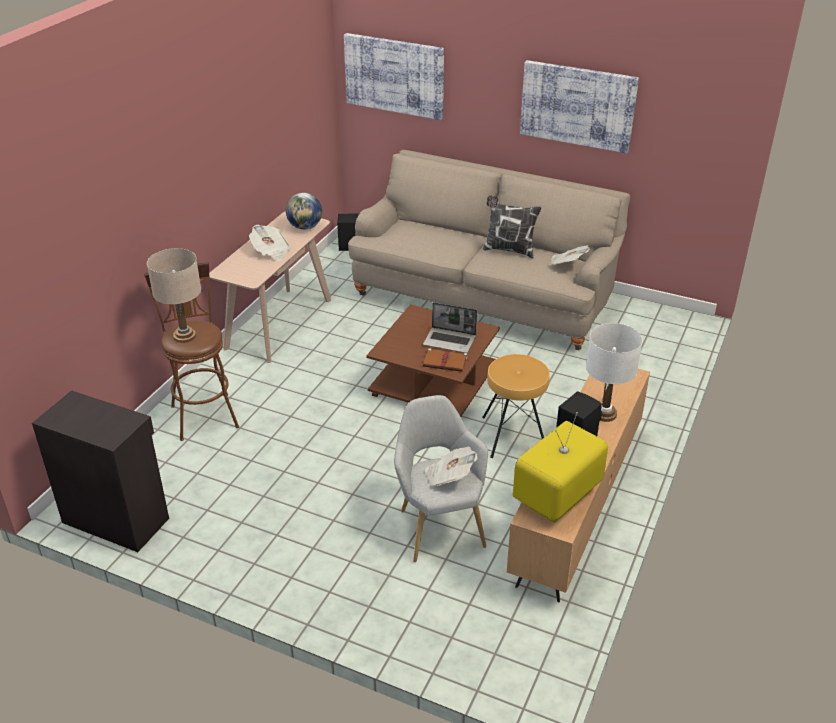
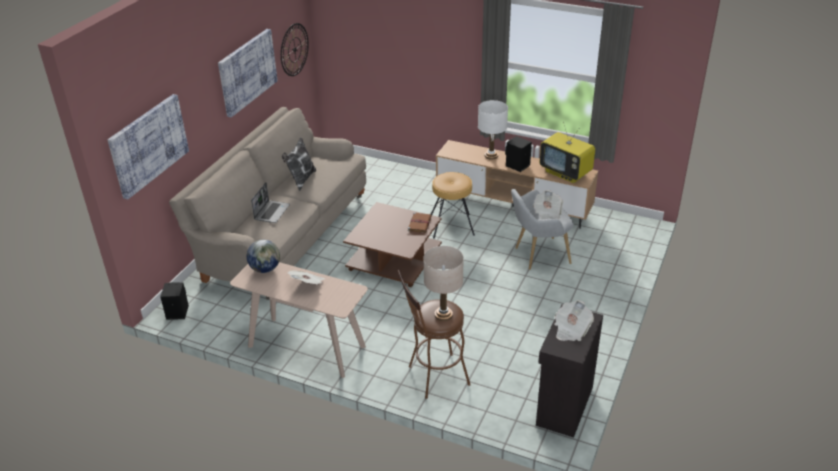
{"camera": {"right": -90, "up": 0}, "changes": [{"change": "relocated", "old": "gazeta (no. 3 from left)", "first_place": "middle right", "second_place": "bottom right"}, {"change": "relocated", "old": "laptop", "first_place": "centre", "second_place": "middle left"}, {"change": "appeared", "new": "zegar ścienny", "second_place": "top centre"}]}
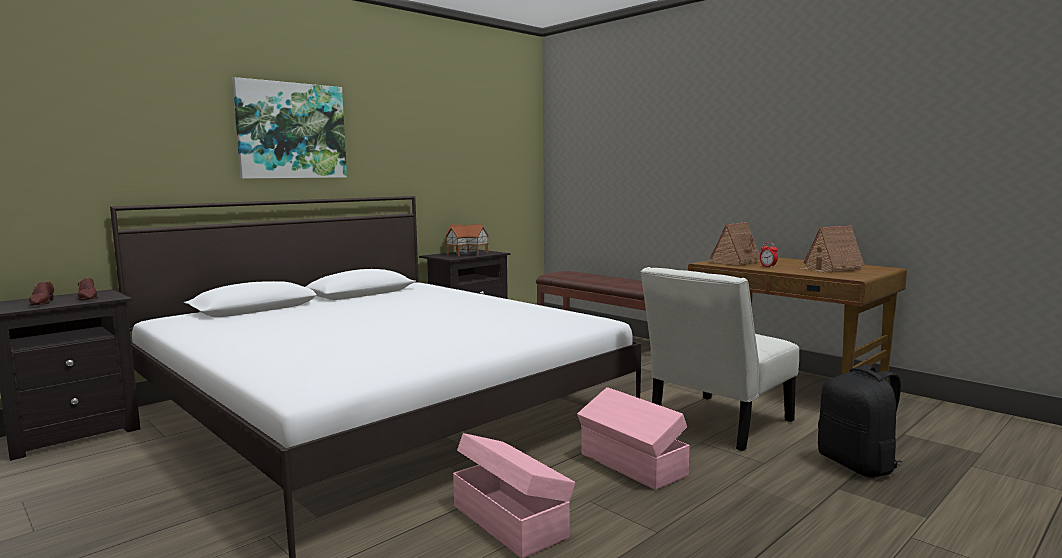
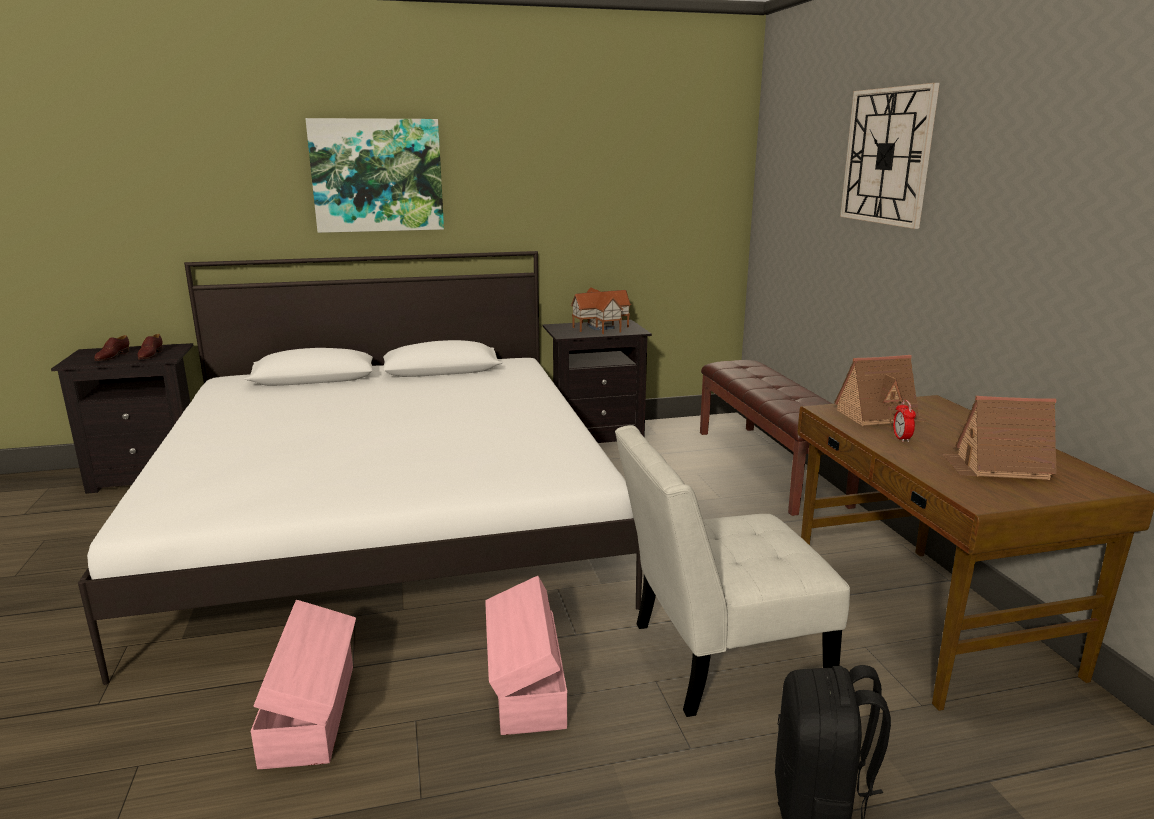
{"camera": {"right": 30, "up": 10}, "changes": [{"change": "appeared", "new": "zegar ścienny", "second_place": "top right"}]}
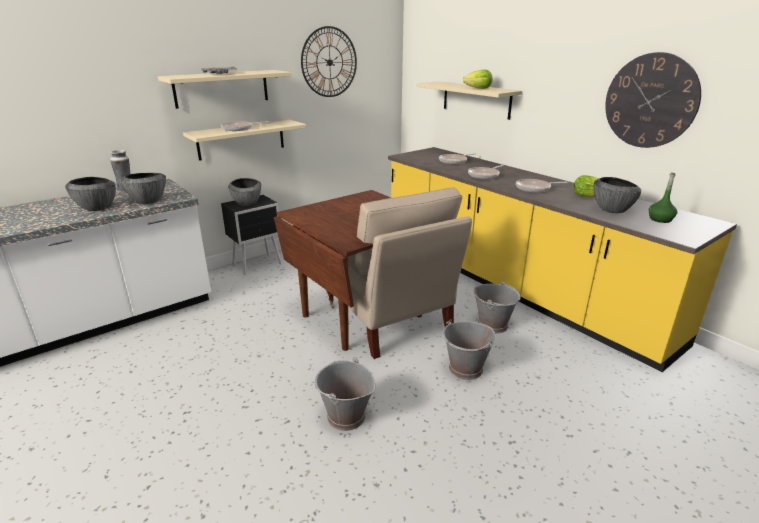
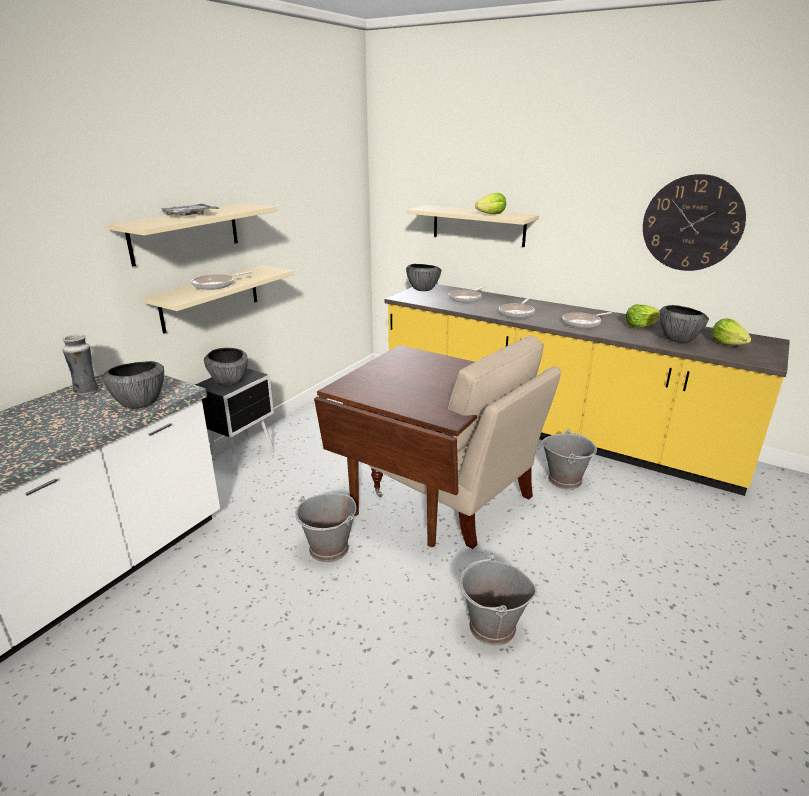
{"camera": {"right": -20, "up": 0}, "changes": [{"change": "missing", "old": "zegar ścienny (no. 1 from left)", "first_place": "top centre"}, {"change": "exchanged", "old": "butelka (zielony)", "new": "sałata (no. 3 from left)", "first_place": "middle right", "second_place": "middle right"}, {"change": "relocated", "old": "miska (no. 1 from left in the first image)", "new": "miska (no. 3 from left)", "first_place": "middle left", "second_place": "centre"}, {"change": "relocated", "old": "wiadro (szary) (no. 2 from left in the first image)", "new": "wiadro (szary) (no. 1 from left)", "first_place": "bottom centre", "second_place": "centre"}]}
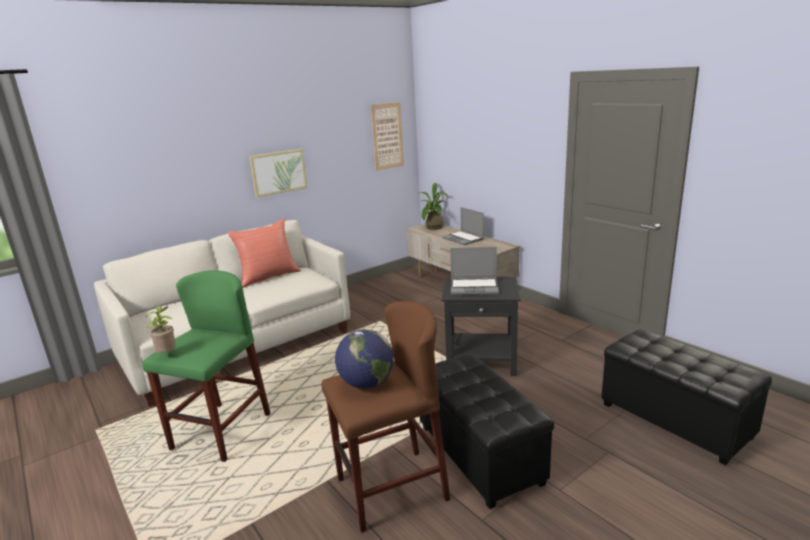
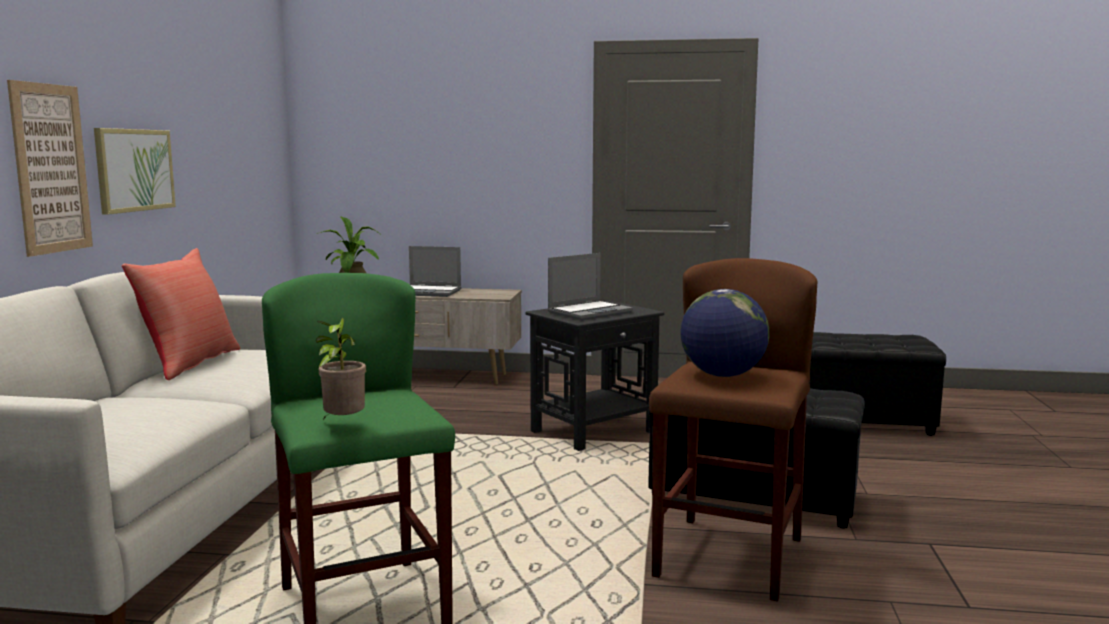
{"camera": {"right": -45, "up": -10}, "changes": [{"change": "relocated", "old": "obraz (no. 2 from left in the first image)", "new": "obraz (no. 1 from left)", "first_place": "top centre", "second_place": "top left"}]}
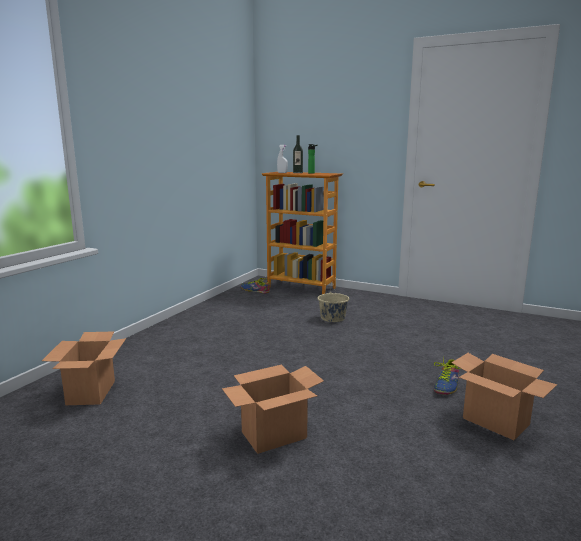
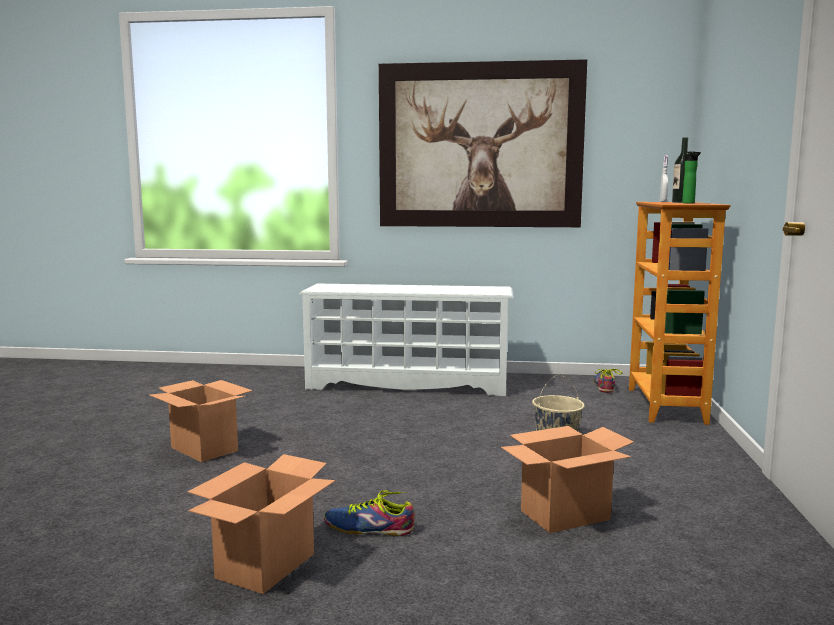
{"camera": {"right": 70, "up": -5}, "changes": [{"change": "relocated", "old": "karton (no. 1 from left in the first image)", "new": "karton (no. 3 from left)", "first_place": "bottom left", "second_place": "bottom right"}, {"change": "appeared", "new": "obraz", "second_place": "top centre"}, {"change": "appeared", "new": "regał na buty (biały)", "second_place": "centre"}]}
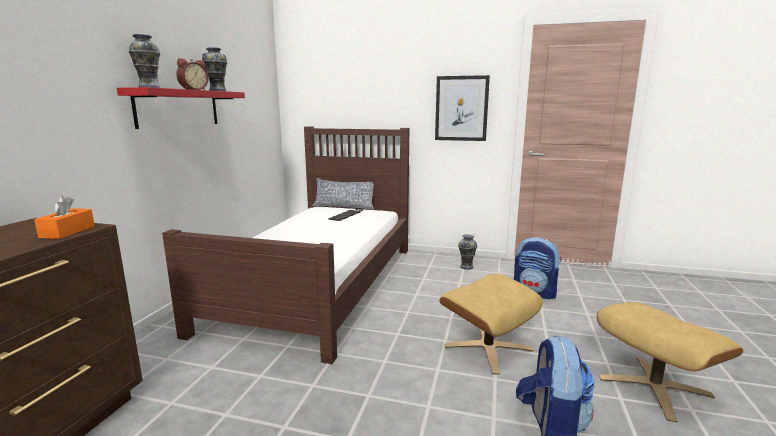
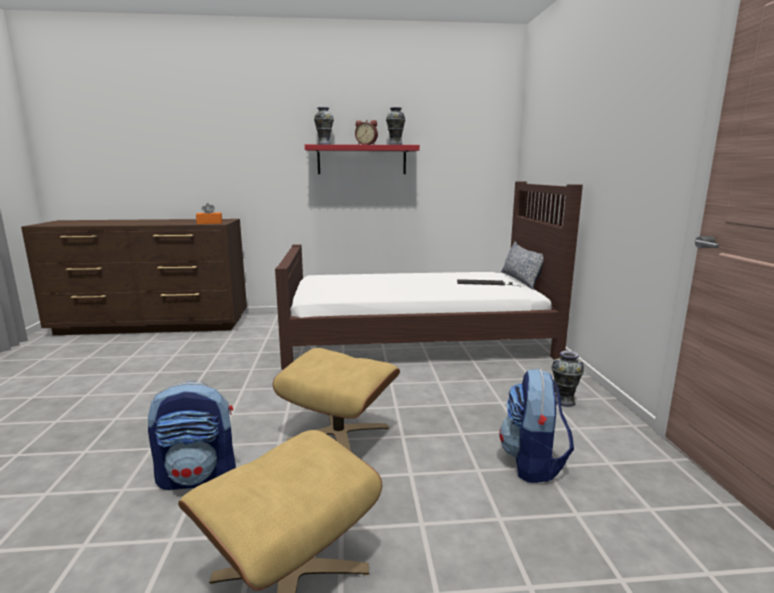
{"camera": {"right": 70, "up": 0}, "changes": [{"change": "missing", "old": "obraz", "first_place": "top centre"}]}
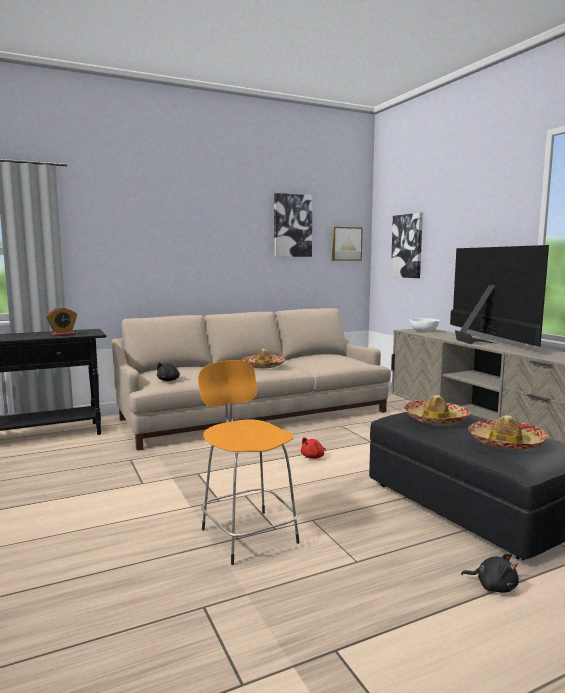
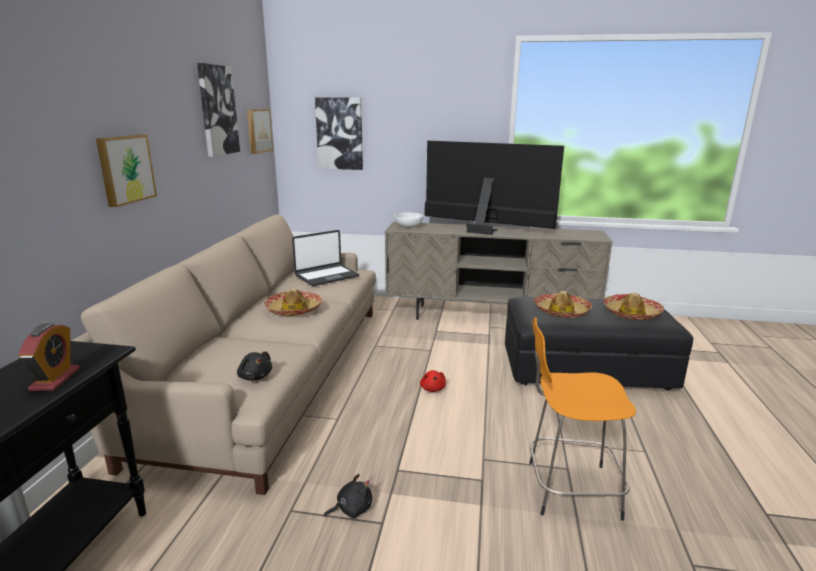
{"camera": {"right": -55, "up": 10}, "changes": [{"change": "relocated", "old": "pluszak (czarny) (no. 2 from left)", "first_place": "bottom right", "second_place": "bottom centre"}, {"change": "appeared", "new": "obraz (no. 1 from left)", "second_place": "top left"}, {"change": "appeared", "new": "laptop", "second_place": "centre"}]}
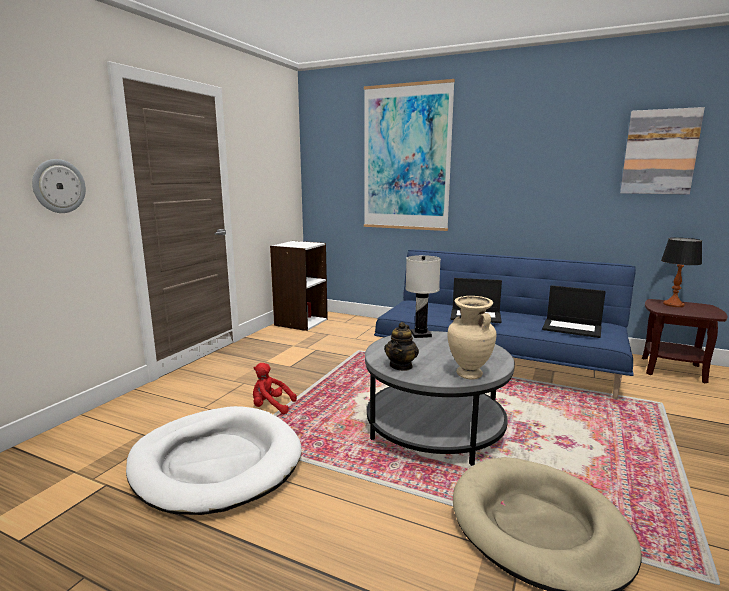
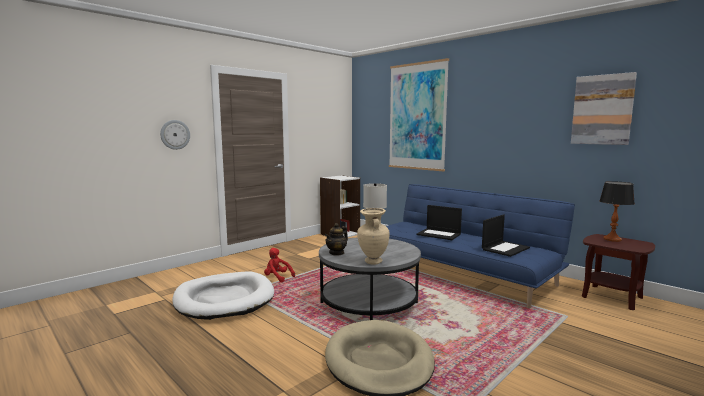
{"camera": {"right": 20, "up": -5}, "changes": [{"change": "spun", "old": "laptop (no. 2 from left)", "first_place": "middle right", "second_place": "middle right", "degrees": -90}]}
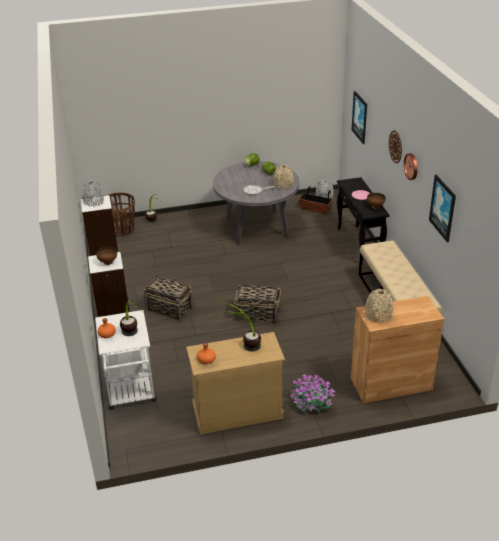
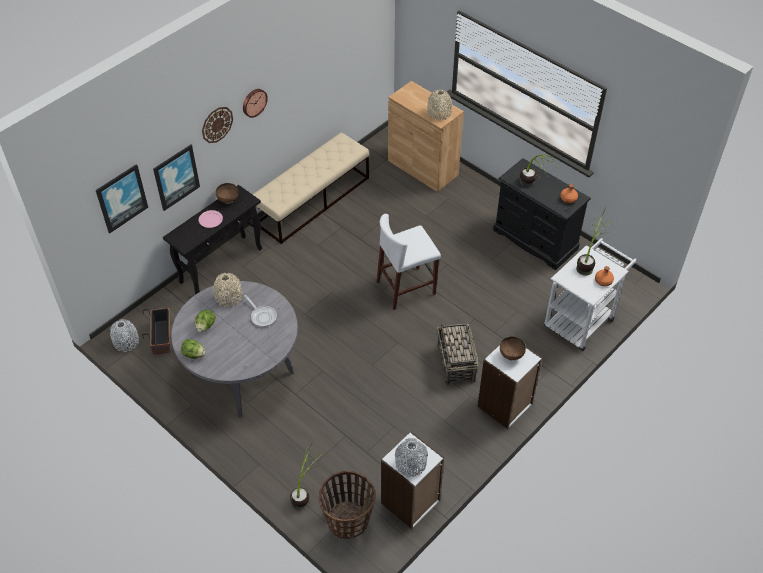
{"camera": {"right": -125, "up": 15}, "changes": [{"change": "relocated", "old": "obraz (no. 2 from left)", "first_place": "middle right", "second_place": "top left"}, {"change": "exchanged", "old": "koszyk (no. 3 from left)", "new": "stołek (biały)", "first_place": "centre", "second_place": "centre"}, {"change": "colour", "old": "komoda (beżowy)", "new": "komoda (czarny)", "first_place": "bottom centre", "second_place": "middle right"}, {"change": "missing", "old": "roślina doniczkowa (no. 4 from left)", "first_place": "bottom centre"}]}
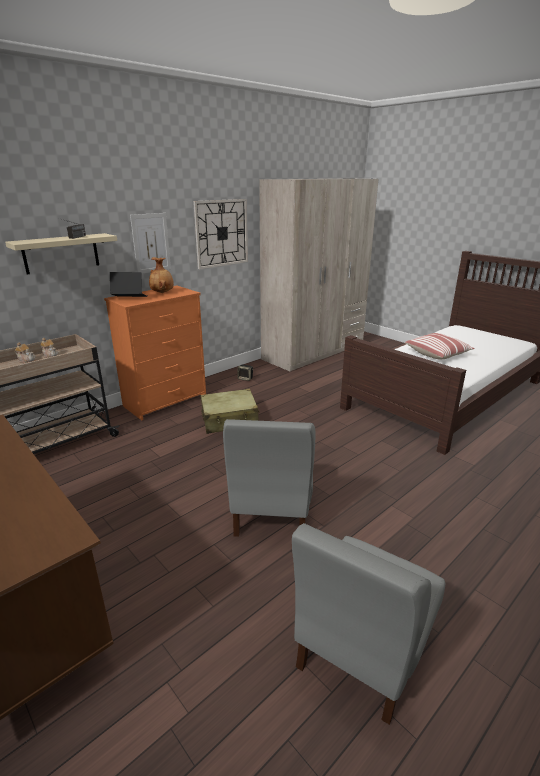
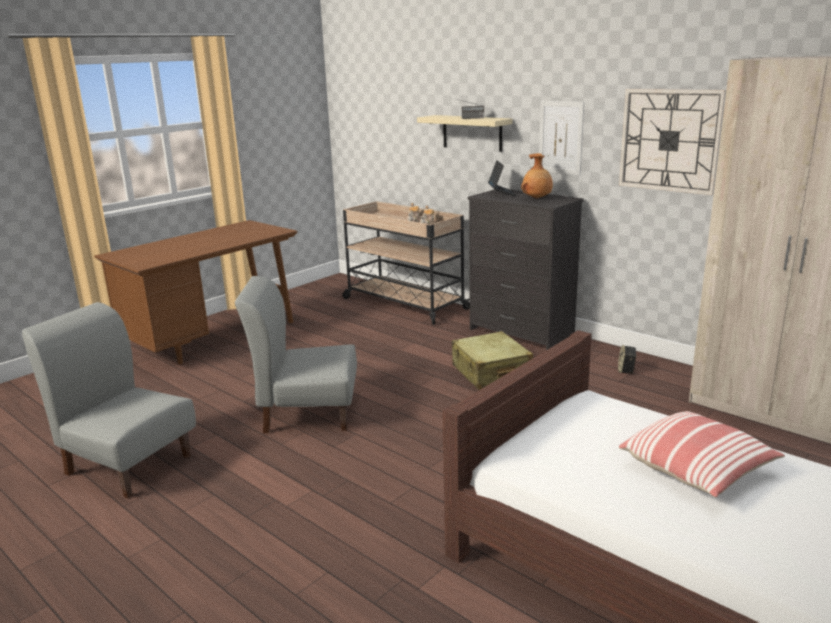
{"camera": {"right": 85, "up": -5}, "changes": [{"change": "colour", "old": "komoda (pomarańczowy)", "new": "komoda (czarny)", "first_place": "middle left", "second_place": "centre"}]}
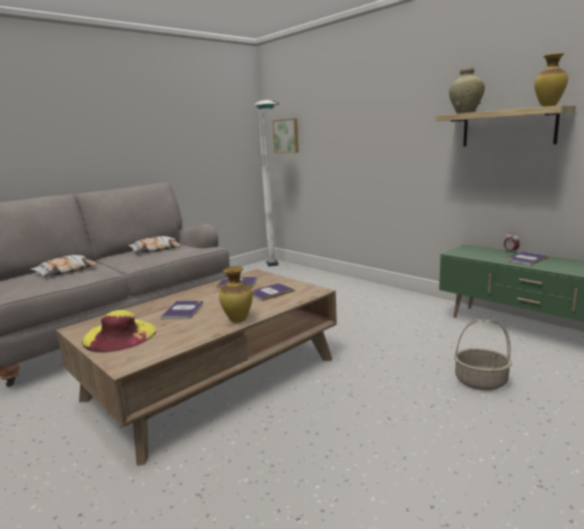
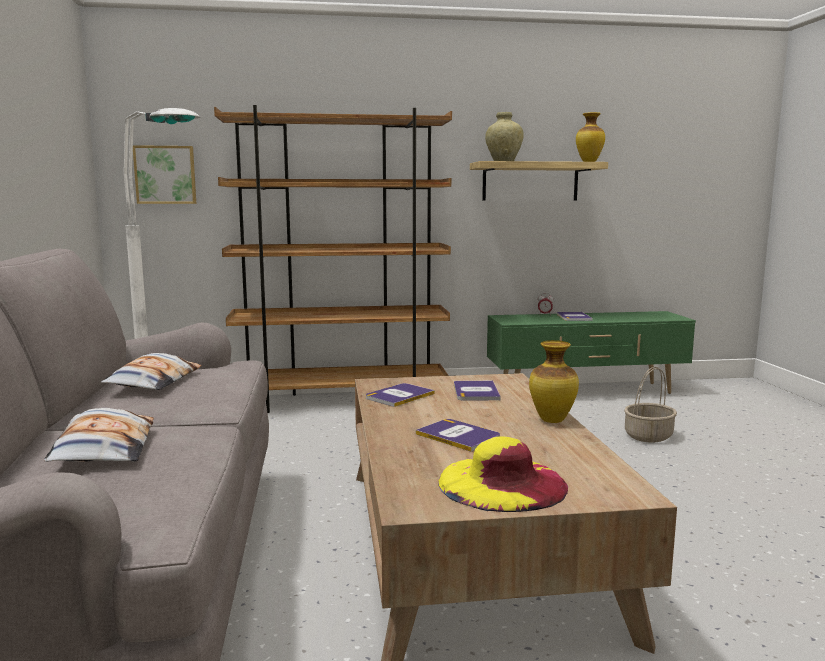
{"camera": {"right": -55, "up": -5}, "changes": [{"change": "appeared", "new": "regał (brązowy)", "second_place": "centre"}]}
